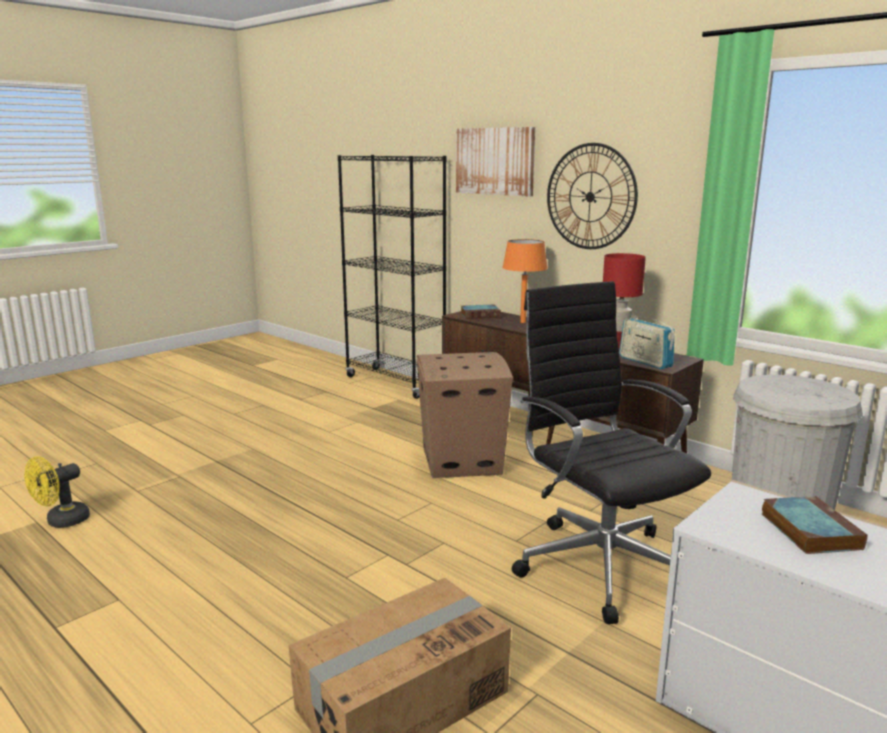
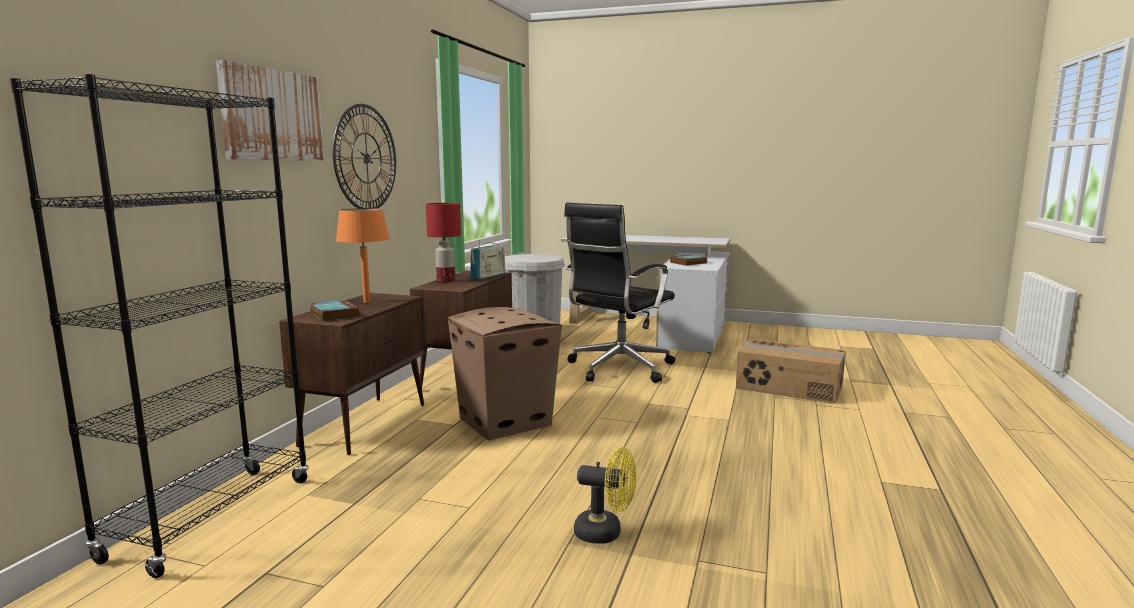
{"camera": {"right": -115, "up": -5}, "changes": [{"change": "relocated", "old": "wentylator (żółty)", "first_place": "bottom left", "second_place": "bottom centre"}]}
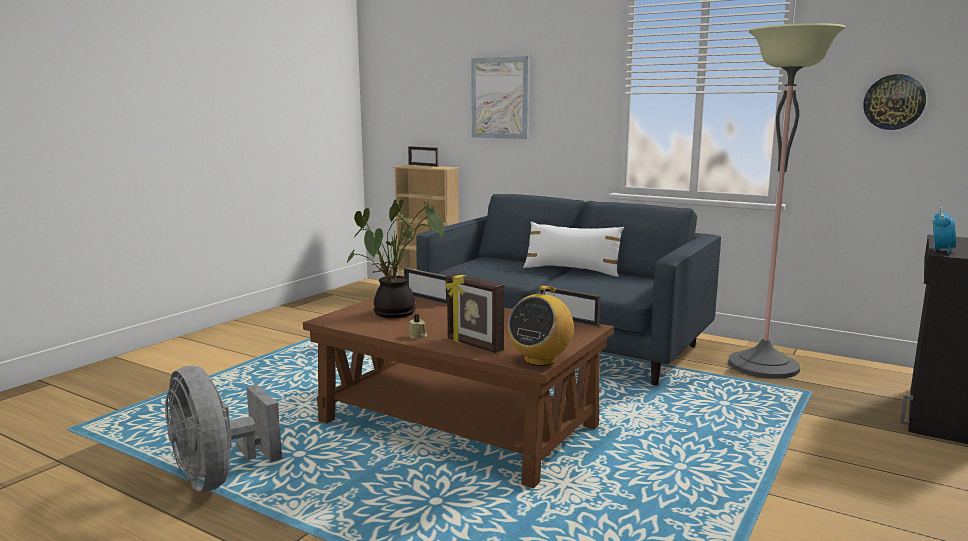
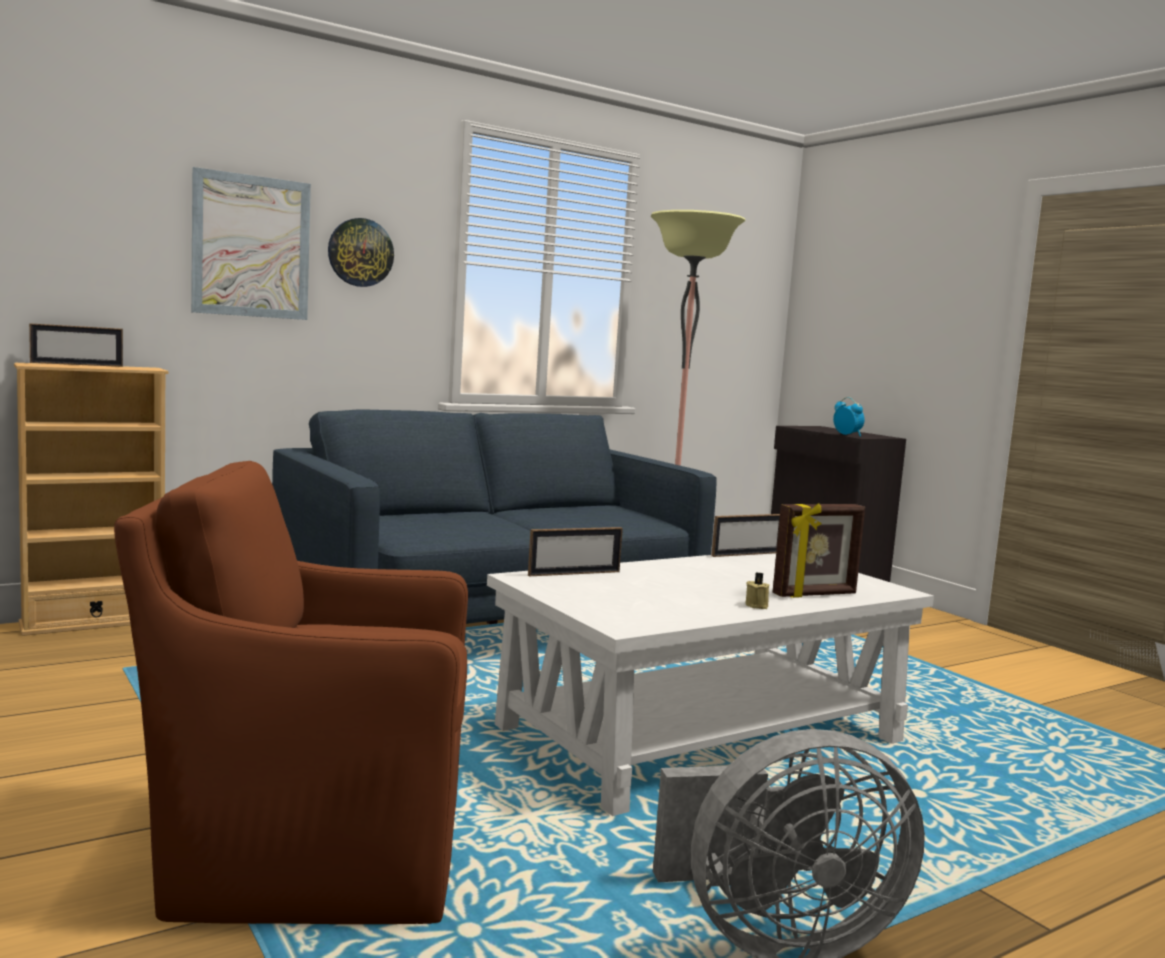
{"camera": {"right": -65, "up": -5}, "changes": [{"change": "relocated", "old": "zegar ścienny", "first_place": "top right", "second_place": "top left"}, {"change": "missing", "old": "roślina doniczkowa", "first_place": "centre"}, {"change": "missing", "old": "poduszka (biały)", "first_place": "centre"}, {"change": "missing", "old": "radio", "first_place": "centre"}, {"change": "colour", "old": "ława (brązowy)", "new": "ława (biały)", "first_place": "bottom centre", "second_place": "bottom centre"}, {"change": "appeared", "new": "fotel (brązowy)", "second_place": "bottom left"}]}
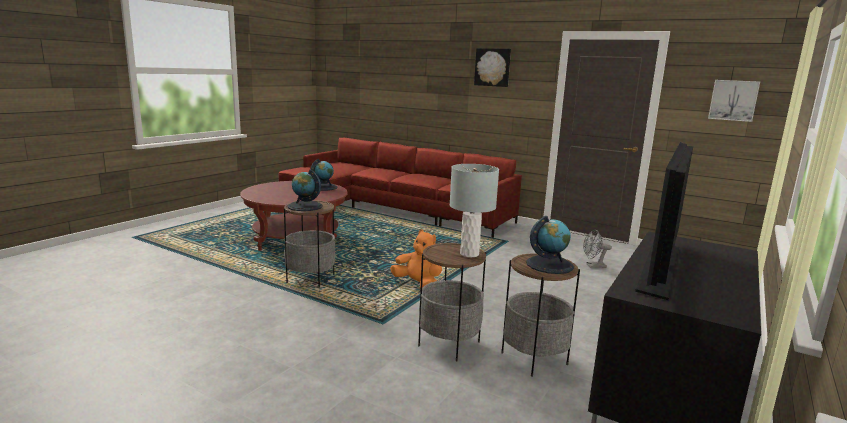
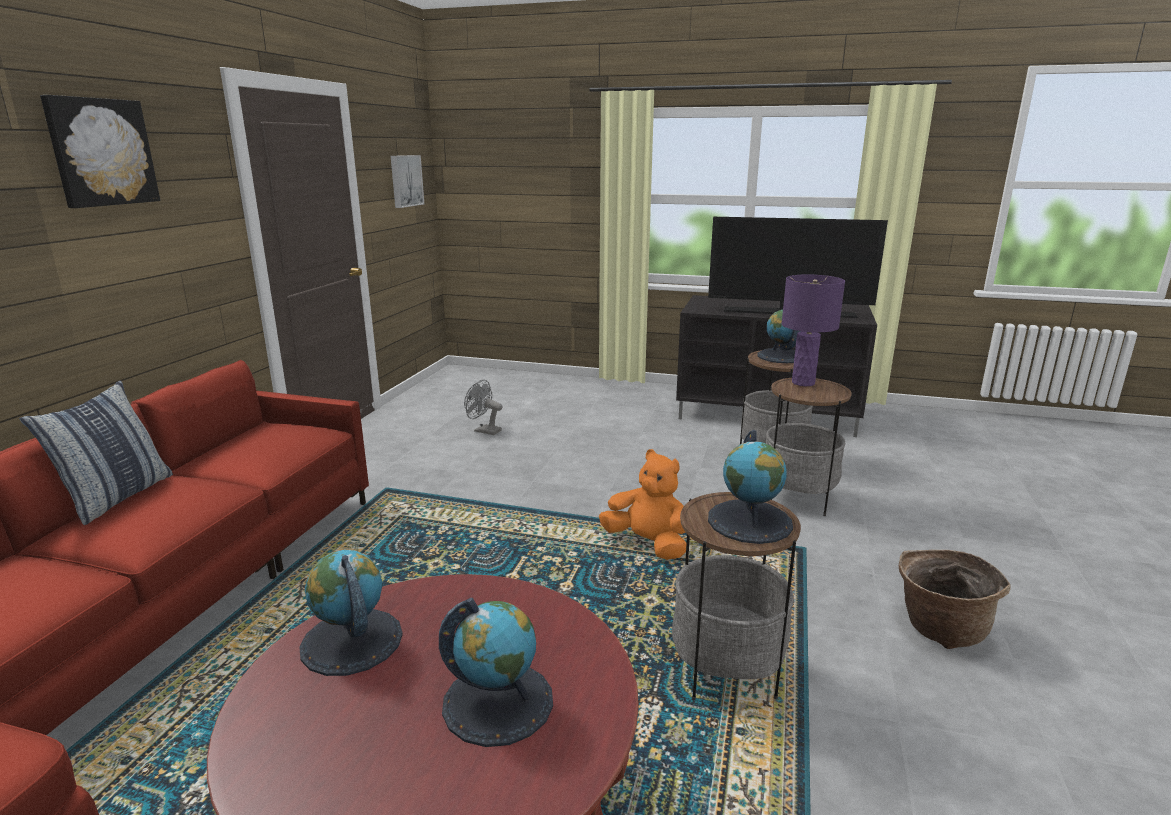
{"camera": {"right": -105, "up": 5}, "changes": [{"change": "colour", "old": "lampa stołowa (szary)", "new": "lampa stołowa (fioletowy)", "first_place": "centre", "second_place": "middle right"}, {"change": "spun", "old": "pluszak (pomarańczowy)", "first_place": "centre", "second_place": "centre", "degrees": 105}, {"change": "spun", "old": "wentylator (szary)", "first_place": "middle right", "second_place": "centre", "degrees": 135}, {"change": "appeared", "new": "poduszka", "second_place": "middle left"}, {"change": "appeared", "new": "koszyk", "second_place": "bottom right"}, {"change": "appeared", "new": "globus (no. 2 from left)", "second_place": "bottom centre"}]}
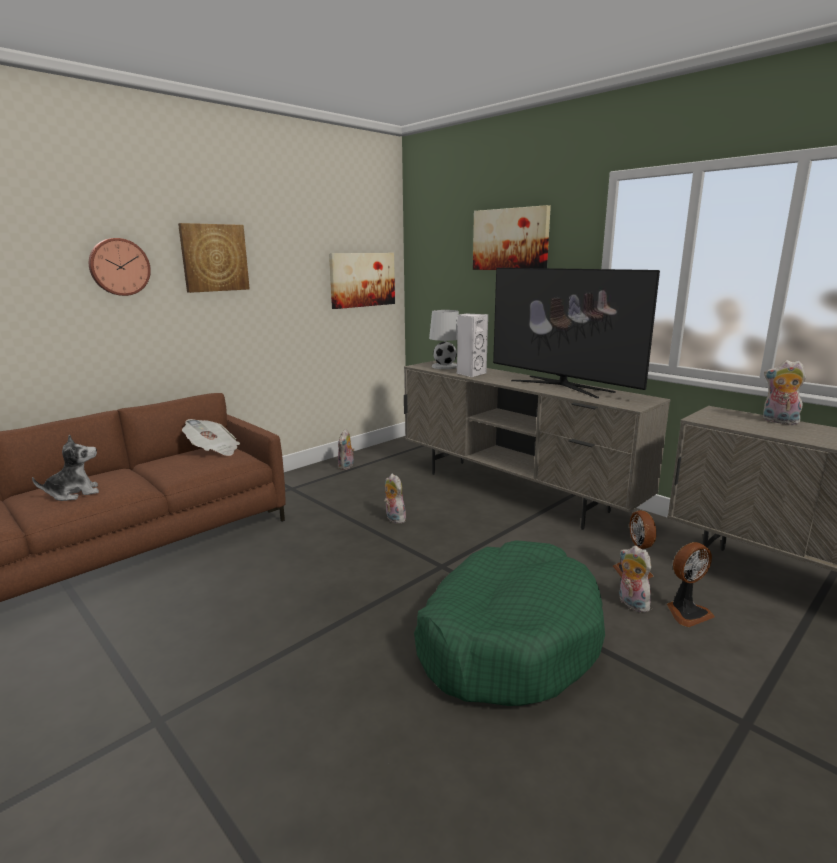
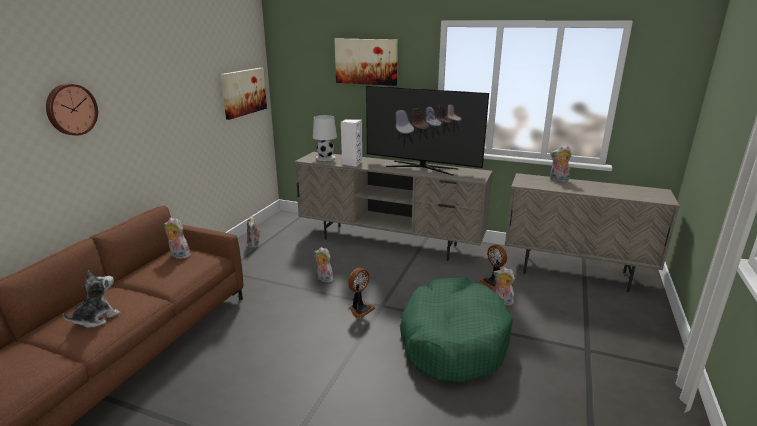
{"camera": {"right": -25, "up": 5}, "changes": [{"change": "missing", "old": "obraz (no. 1 from left)", "first_place": "top left"}, {"change": "exchanged", "old": "gazeta", "new": "pluszak (no. 2 from left)", "first_place": "middle left", "second_place": "middle left"}, {"change": "relocated", "old": "wentylator (no. 2 from left in the first image)", "new": "wentylator (no. 1 from left)", "first_place": "bottom right", "second_place": "bottom centre"}]}
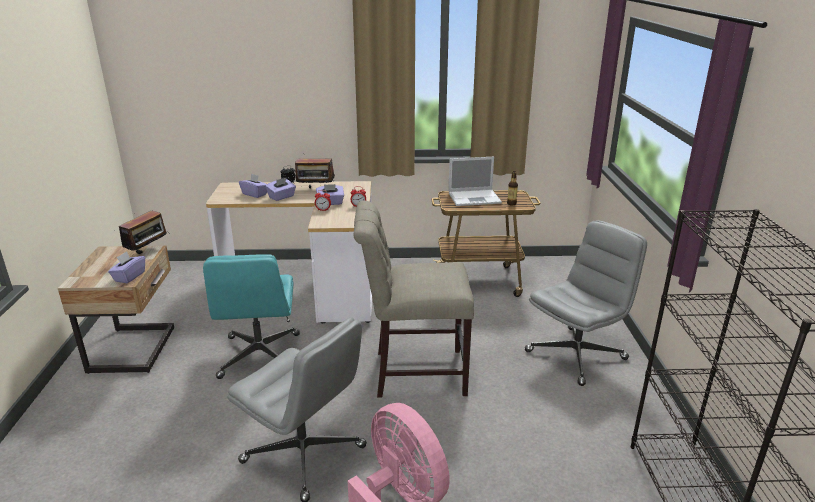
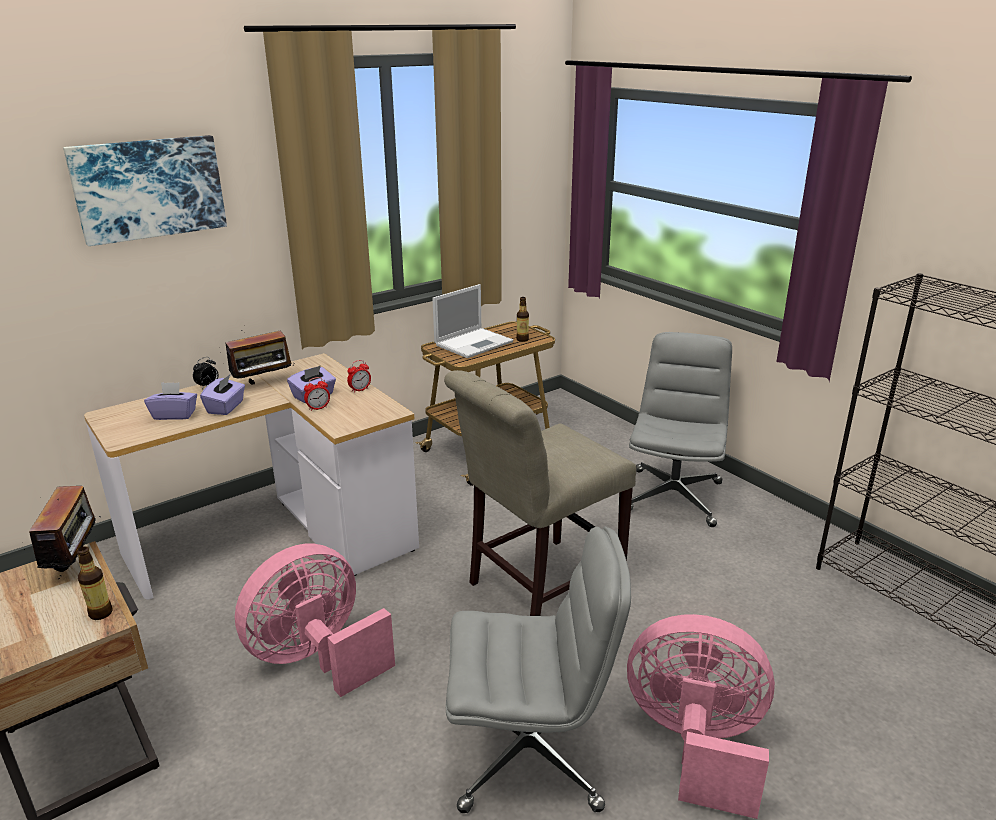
{"camera": {"right": -35, "up": 0}, "changes": [{"change": "exchanged", "old": "pudełko chusteczek (fioletowy) (no. 1 from left)", "new": "butelka (no. 1 from left)", "first_place": "middle left", "second_place": "bottom left"}, {"change": "exchanged", "old": "krzesło biurowe (turkusowy)", "new": "wentylator (różowy) (no. 1 from left)", "first_place": "middle left", "second_place": "bottom left"}, {"change": "appeared", "new": "obraz", "second_place": "top left"}]}
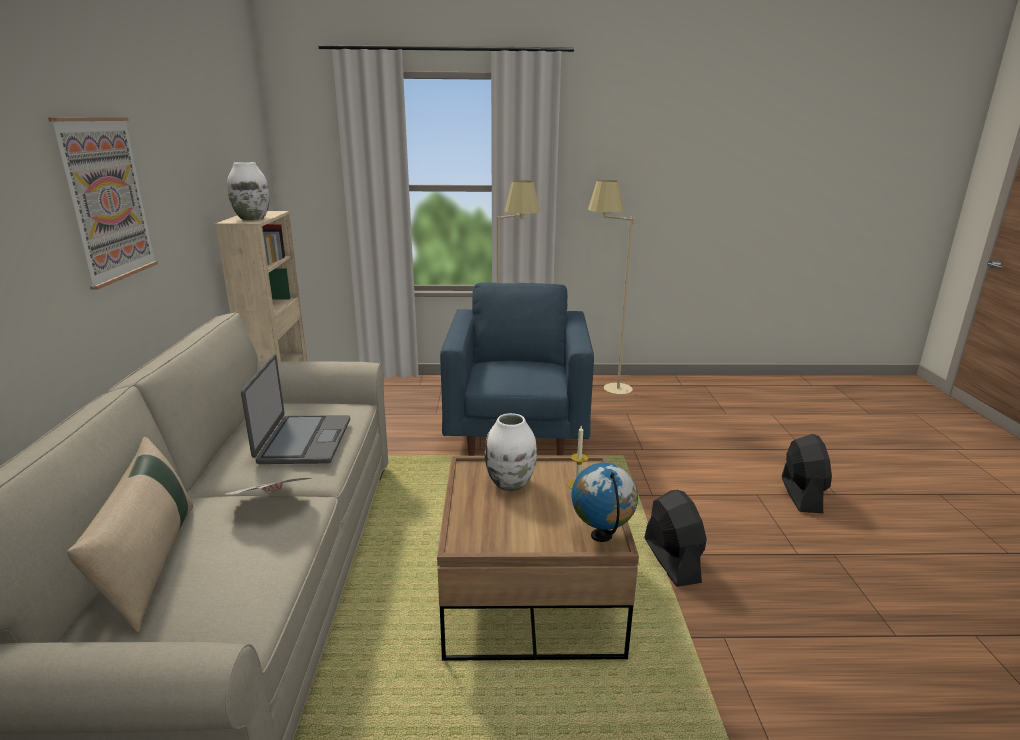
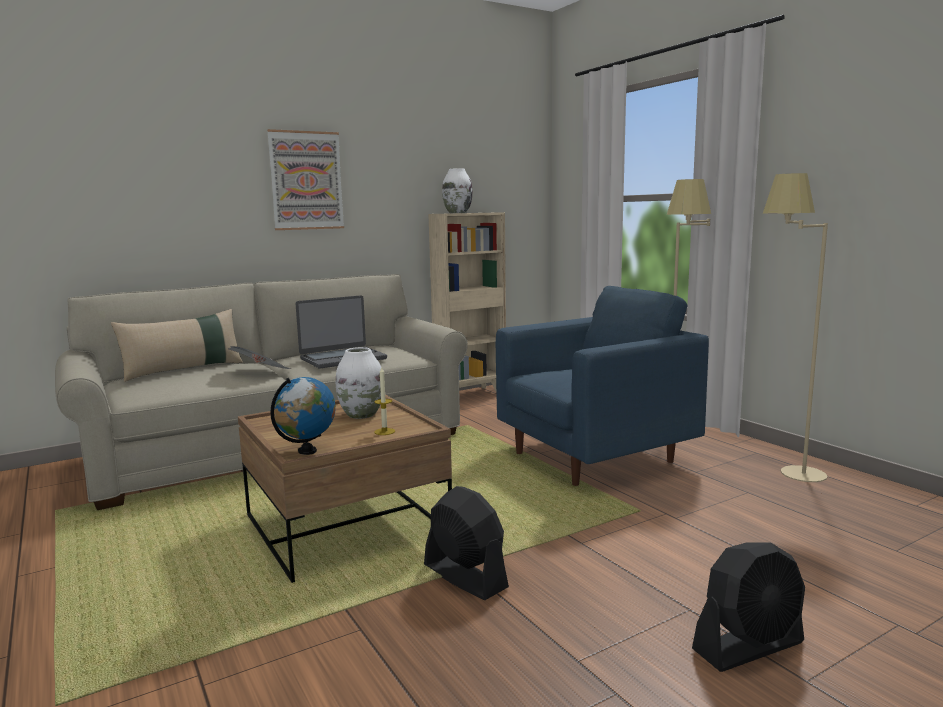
{"camera": {"right": 60, "up": -10}, "changes": [{"change": "spun", "old": "wentylator (czarny) (no. 1 from left)", "first_place": "bottom centre", "second_place": "bottom centre", "degrees": -90}]}
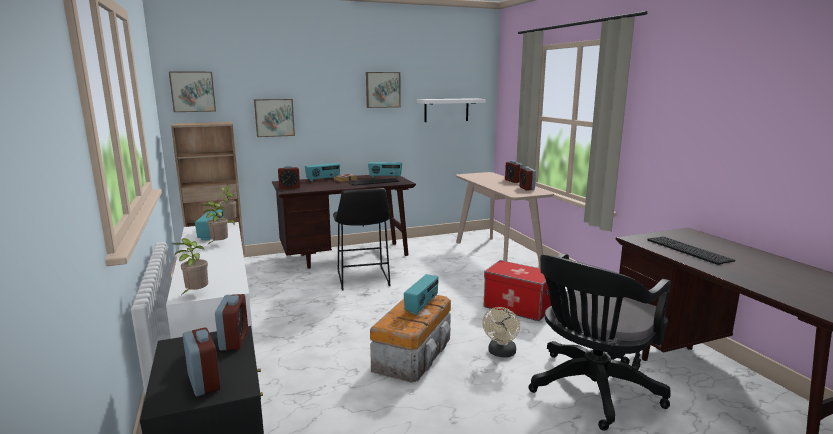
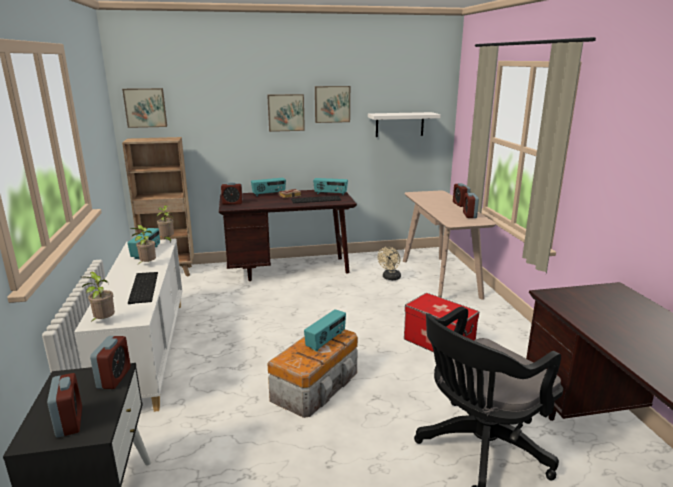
{"camera": {"right": 10, "up": 5}, "changes": [{"change": "relocated", "old": "obraz (no. 2 from left)", "first_place": "top left", "second_place": "top centre"}, {"change": "missing", "old": "stołek (czarny)", "first_place": "centre"}, {"change": "relocated", "old": "klawiatura (no. 2 from left in the first image)", "new": "klawiatura (no. 1 from left)", "first_place": "middle right", "second_place": "middle left"}, {"change": "relocated", "old": "wentylator (beżowy)", "first_place": "bottom centre", "second_place": "centre"}]}
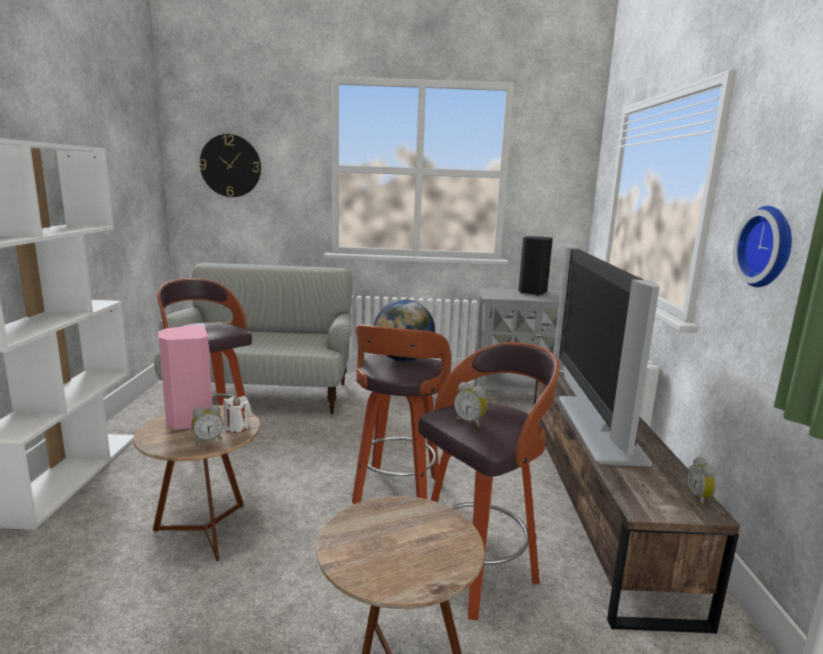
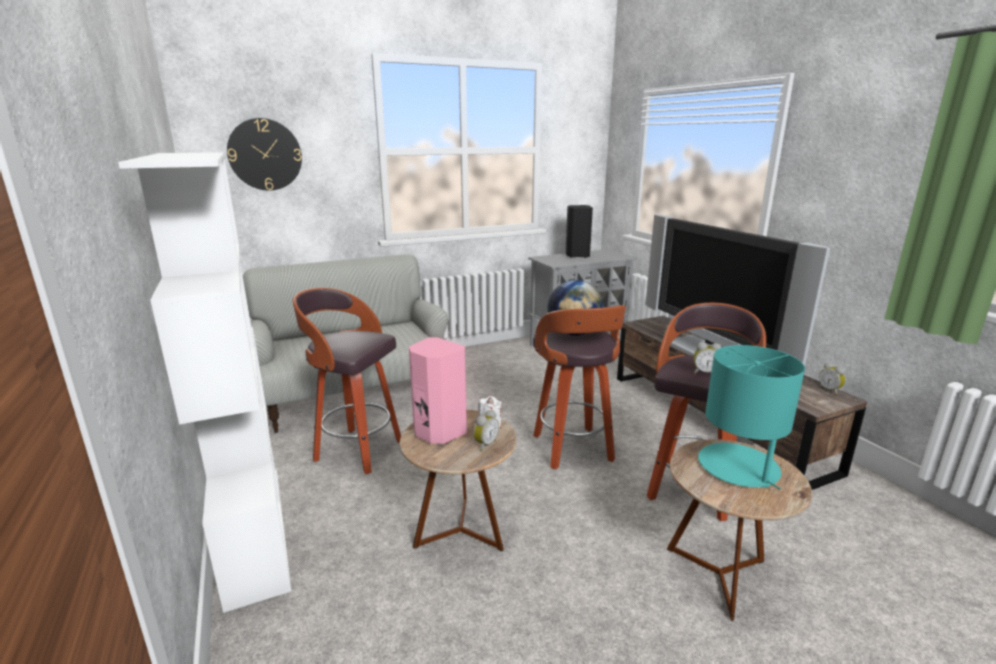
{"camera": {"right": -25, "up": 5}, "changes": [{"change": "missing", "old": "zegar ścienny (no. 2 from left)", "first_place": "middle right"}, {"change": "appeared", "new": "lampa stołowa (turkusowy)", "second_place": "middle right"}]}
